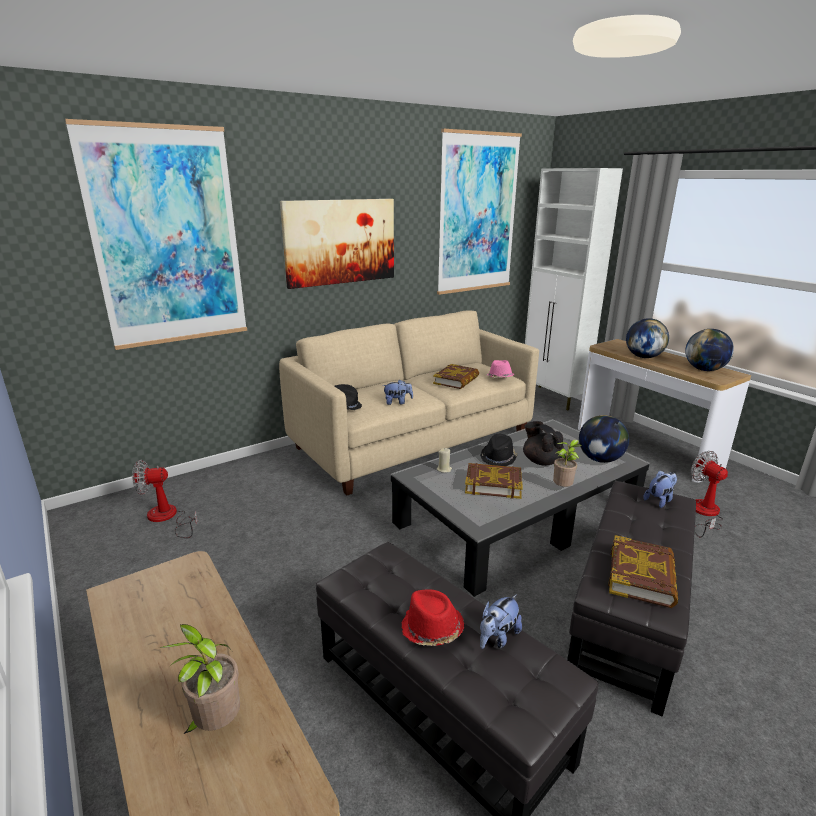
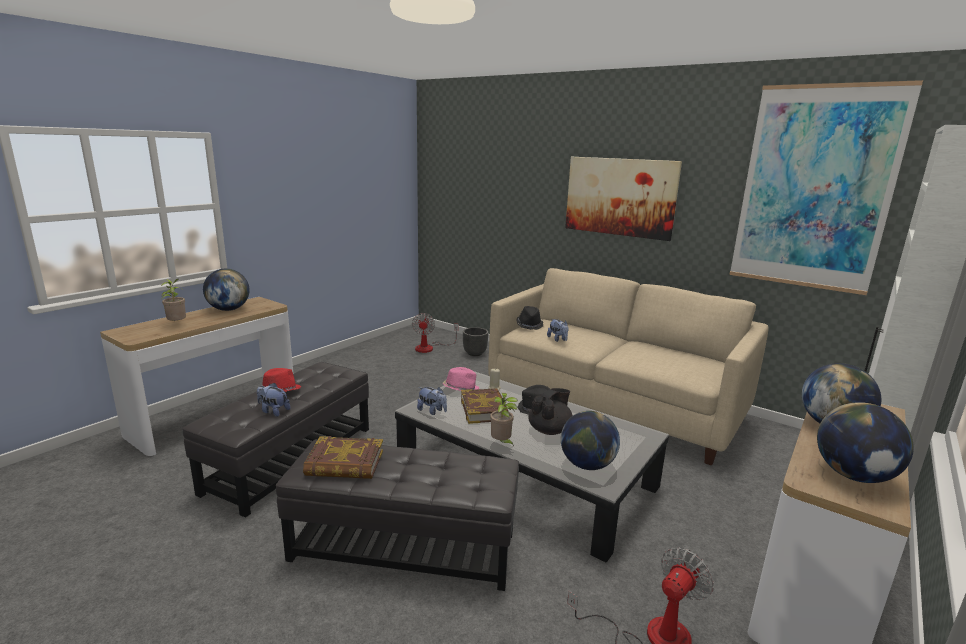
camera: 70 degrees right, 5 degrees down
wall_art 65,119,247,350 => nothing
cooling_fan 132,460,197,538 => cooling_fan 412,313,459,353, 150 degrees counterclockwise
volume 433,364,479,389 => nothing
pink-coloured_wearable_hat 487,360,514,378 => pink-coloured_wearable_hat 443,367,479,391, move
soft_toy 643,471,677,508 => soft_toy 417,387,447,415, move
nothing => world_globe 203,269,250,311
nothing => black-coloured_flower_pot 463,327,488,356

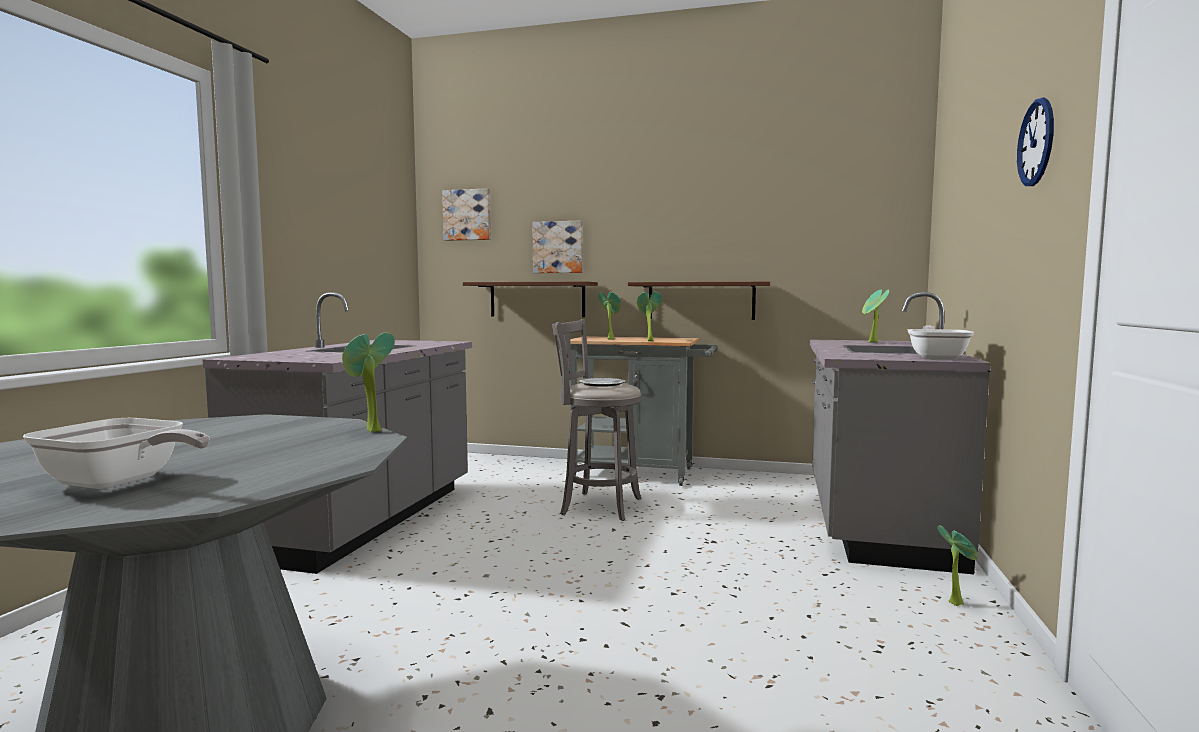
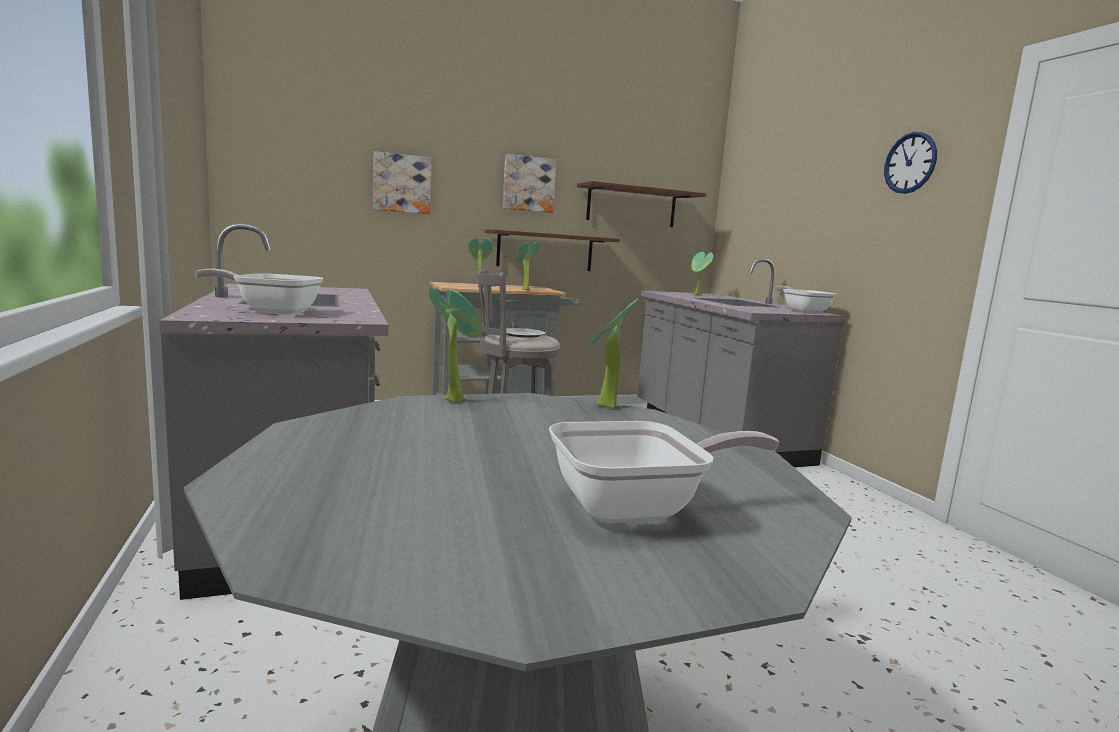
camera: 35 degrees left, 5 degrees up
wall_art 442,188,491,241 => wall_art 503,154,557,213, move
brownish_bracket_shelf 463,281,598,317 => brownish_bracket_shelf 577,181,706,227, move
potted_plant 937,525,978,606 => potted_plant 429,287,481,403, move
nothing => skillet 195,269,323,315

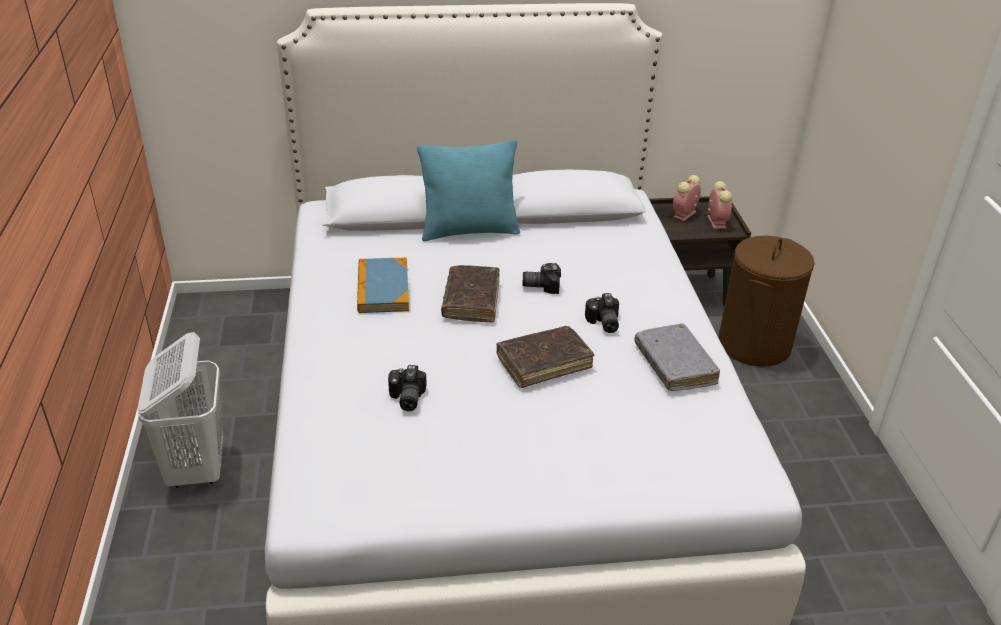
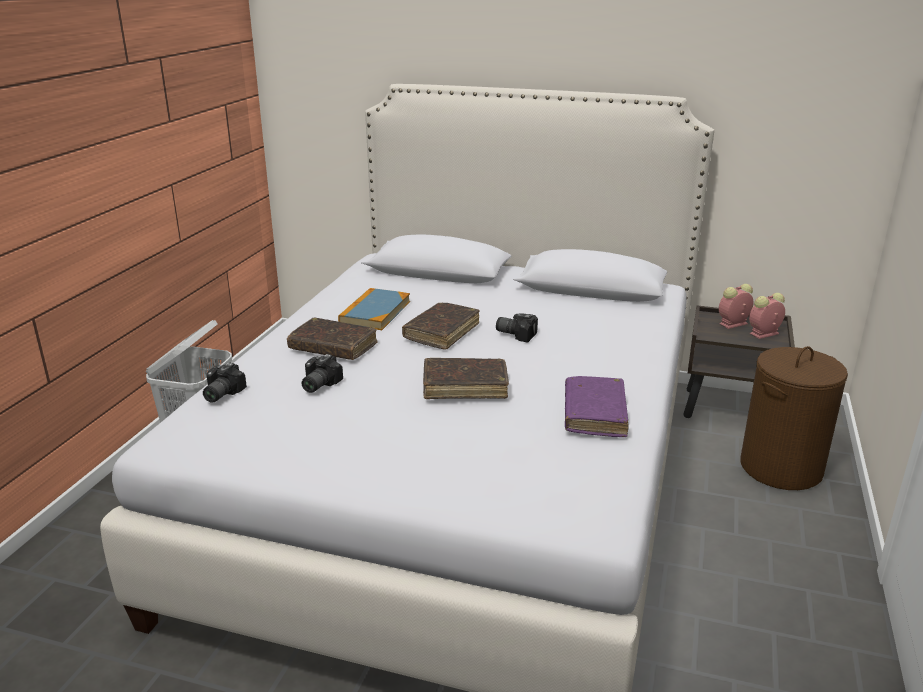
camera: 25 degrees right, 10 degrees down
turquoise-coloured_cushion 417,139,520,241 => nothing
photo_camera 585,293,619,333 => photo_camera 203,362,247,403, move
greyish_volume 634,323,720,391 => purple-coloured_volume 565,376,629,437
bedside_clock 707,181,732,229 => bedside_clock 749,293,785,339, 135 degrees counterclockwise
nothing => brownish_volume 287,317,378,360

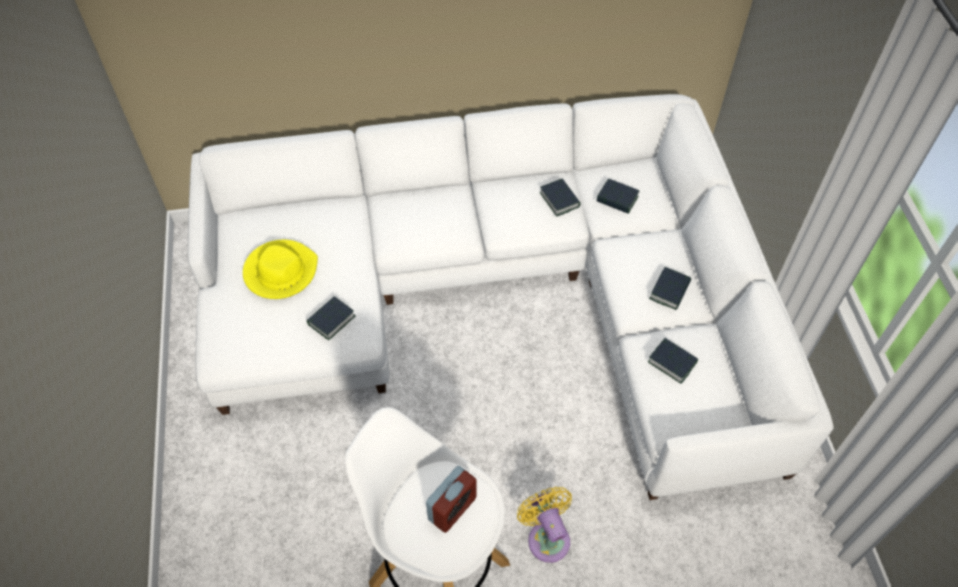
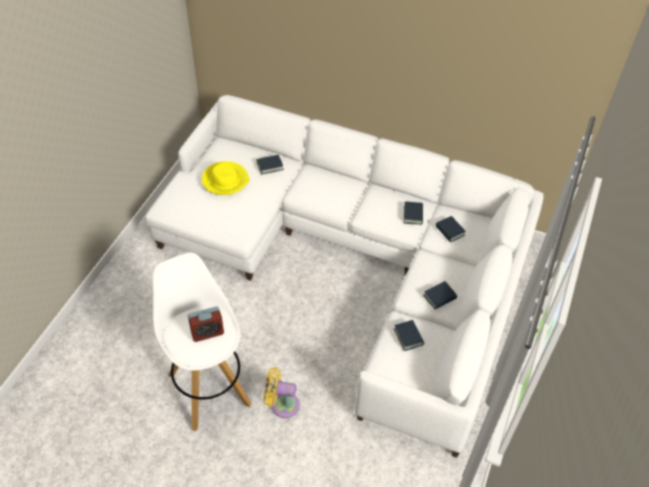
camera: 30 degrees right, 5 degrees down
volume 307,296,356,340 => volume 257,155,284,174, move
yellow-coloured_cooling_fan 517,487,572,563 => yellow-coloured_cooling_fan 263,367,300,418, 90 degrees counterclockwise

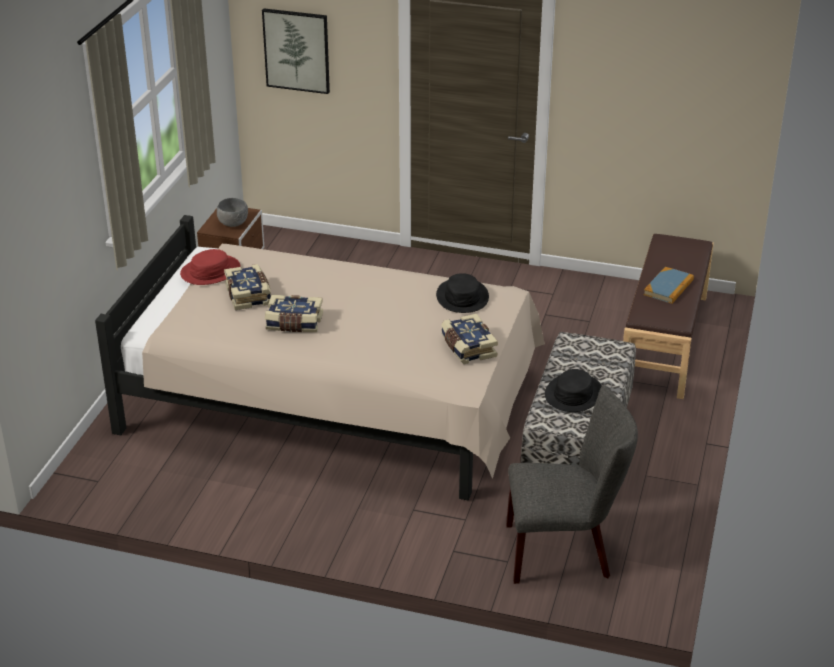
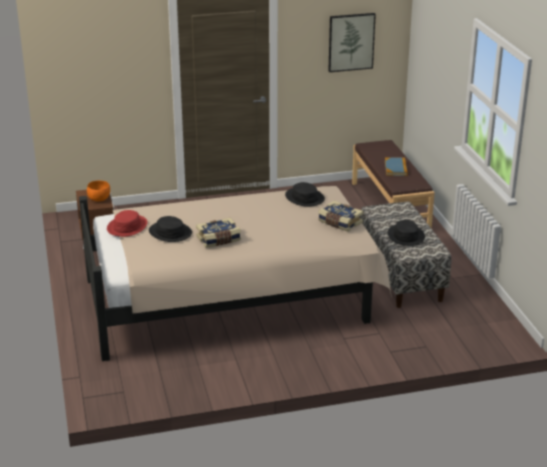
camera: 30 degrees left, 5 degrees down
greyish_deep_dish 217,198,248,227 => orangey_deep_dish 87,181,110,202
volume 224,264,271,310 => black-coloured_wearable_hat 149,216,192,242
wall_art 262,9,330,94 => wall_art 328,13,376,72, move
greyish_upright_chair 506,385,638,584 => nothing

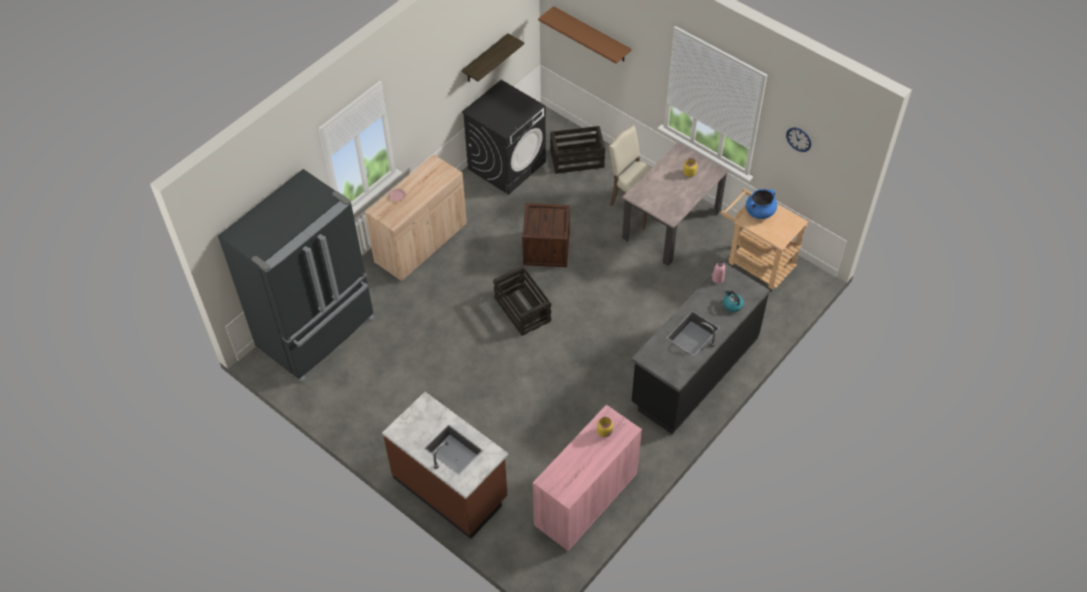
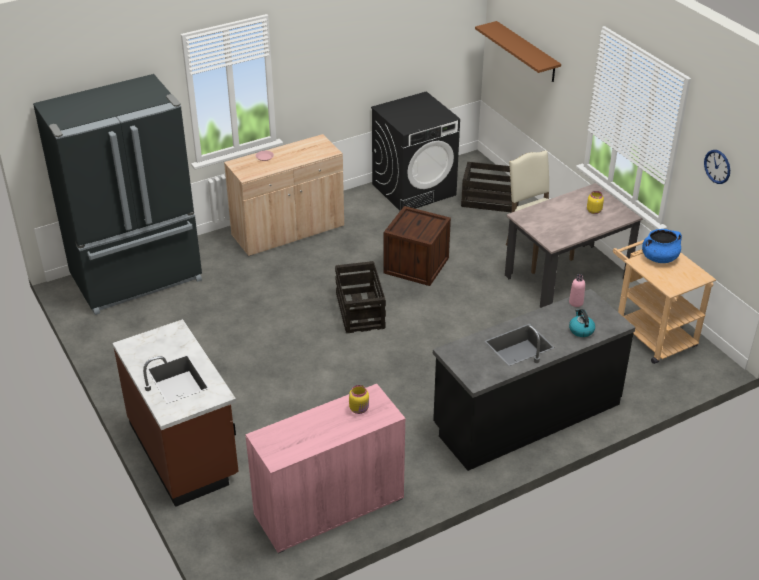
camera: 20 degrees right, 15 degrees down
bracket_shelf 462,33,524,82 => nothing

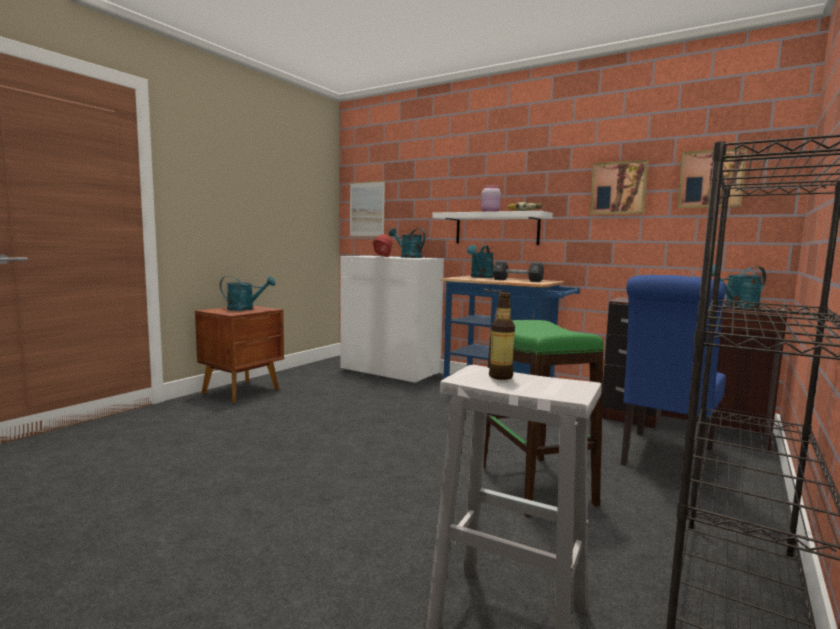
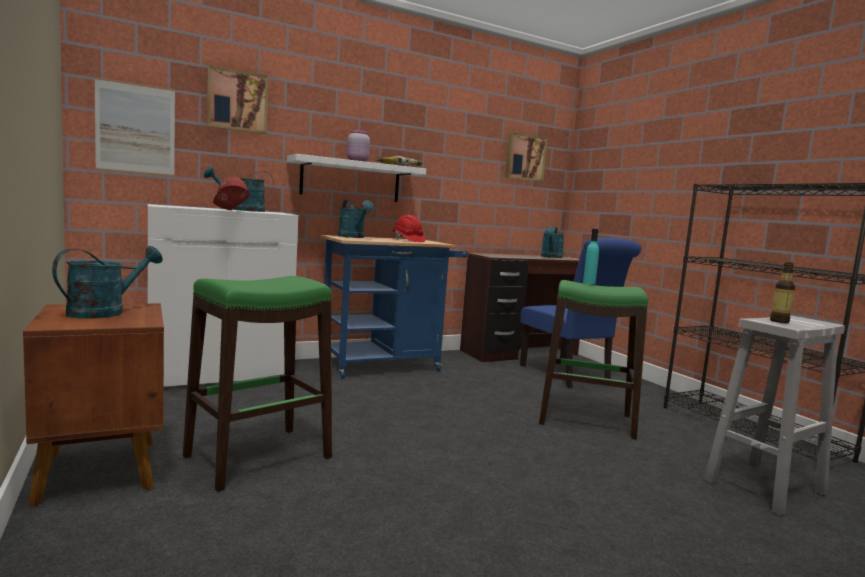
camera: 60 degrees left, 0 degrees up
black-coloured_dumbbell 493,262,544,282 => reddish_hard_hat 393,215,425,242
wall_art 590,160,648,215 => wall_art 206,65,268,134, move
nothing => greenish_stool 183,276,332,492
nothing => turquoise-coloured_beverage_bottle 583,229,599,285

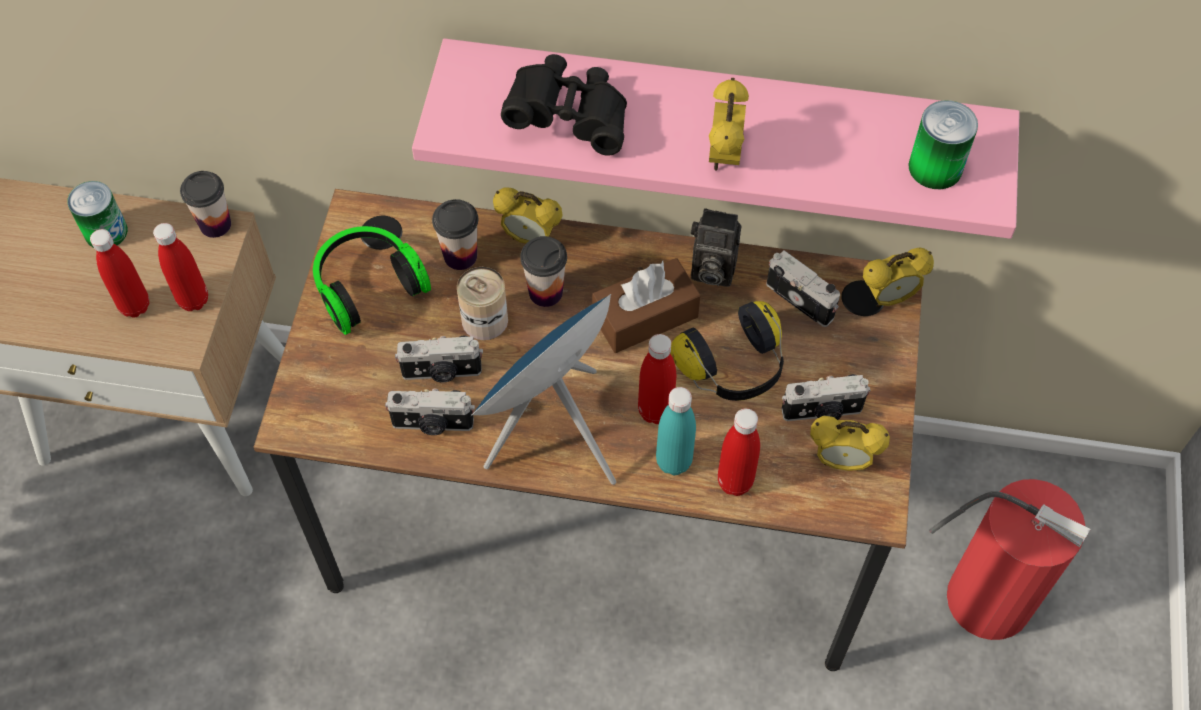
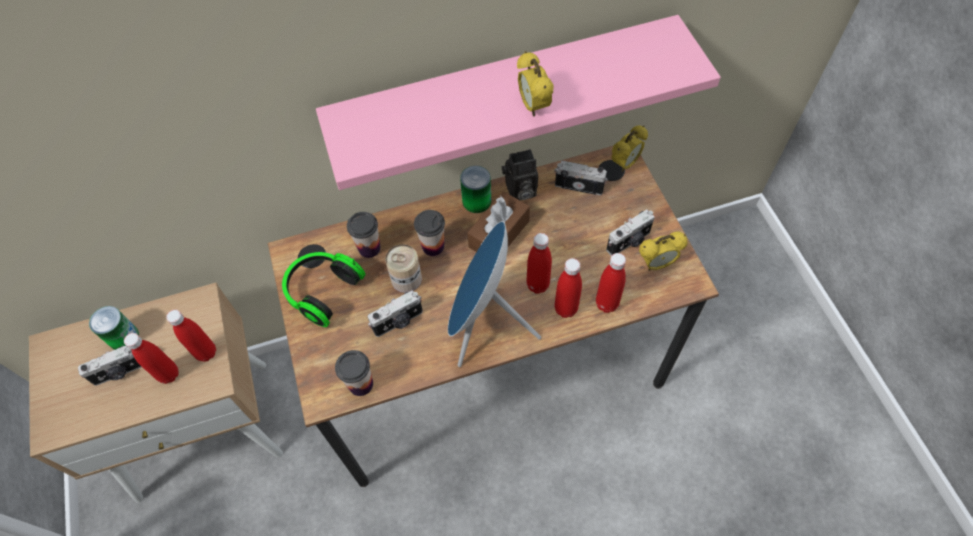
camera: 25 degrees left, 0 degrees up
cup 180,171,231,238 => cup 335,350,373,396, move
photo_camera 385,389,475,435 => photo_camera 78,346,141,386, move
bedside_clock 493,187,563,244 => nothing
black-coloured_field_glasses 501,54,627,156 => nothing
turquoise-coloured_beverage_bottle 656,387,696,475 => reddish_beverage_bottle 555,258,582,318
headset 670,301,784,401 => nothing
can 908,100,978,189 => can 460,166,491,213, move
extinguisher 929,479,1091,640 => nothing

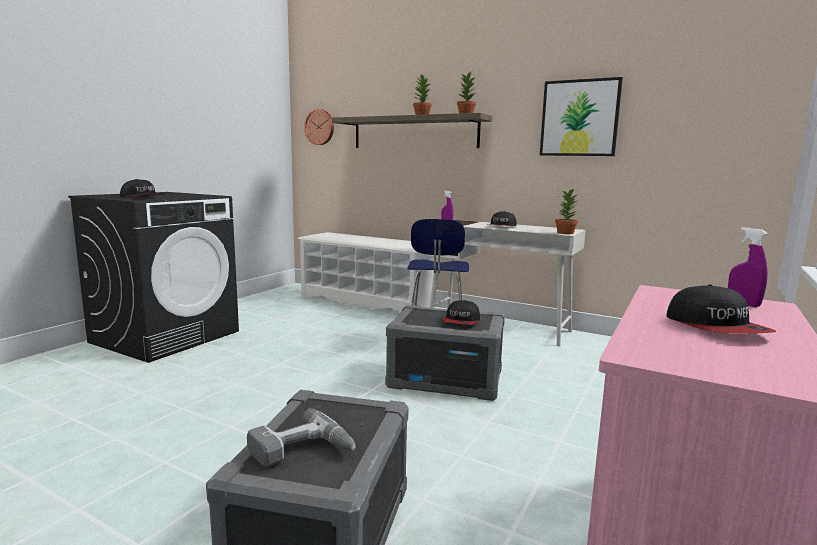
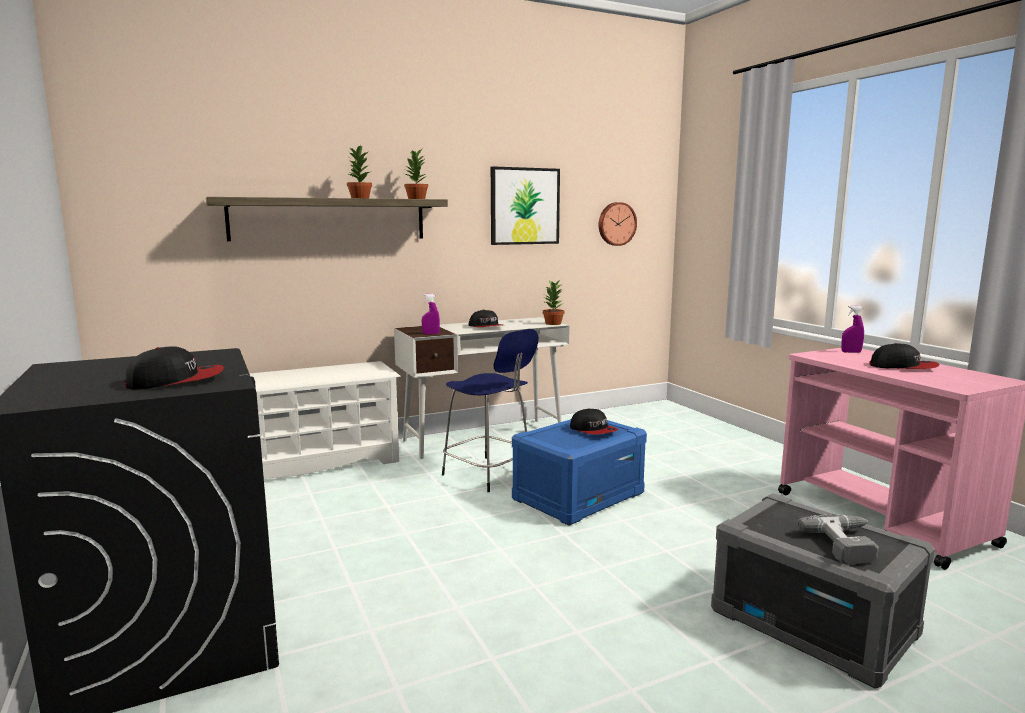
camera: 55 degrees left, 0 degrees up
hanging_clock 304,109,334,145 => hanging_clock 599,202,637,246, move
greyish_storage_box 385,305,505,401 => blue_storage_box 512,419,647,526

